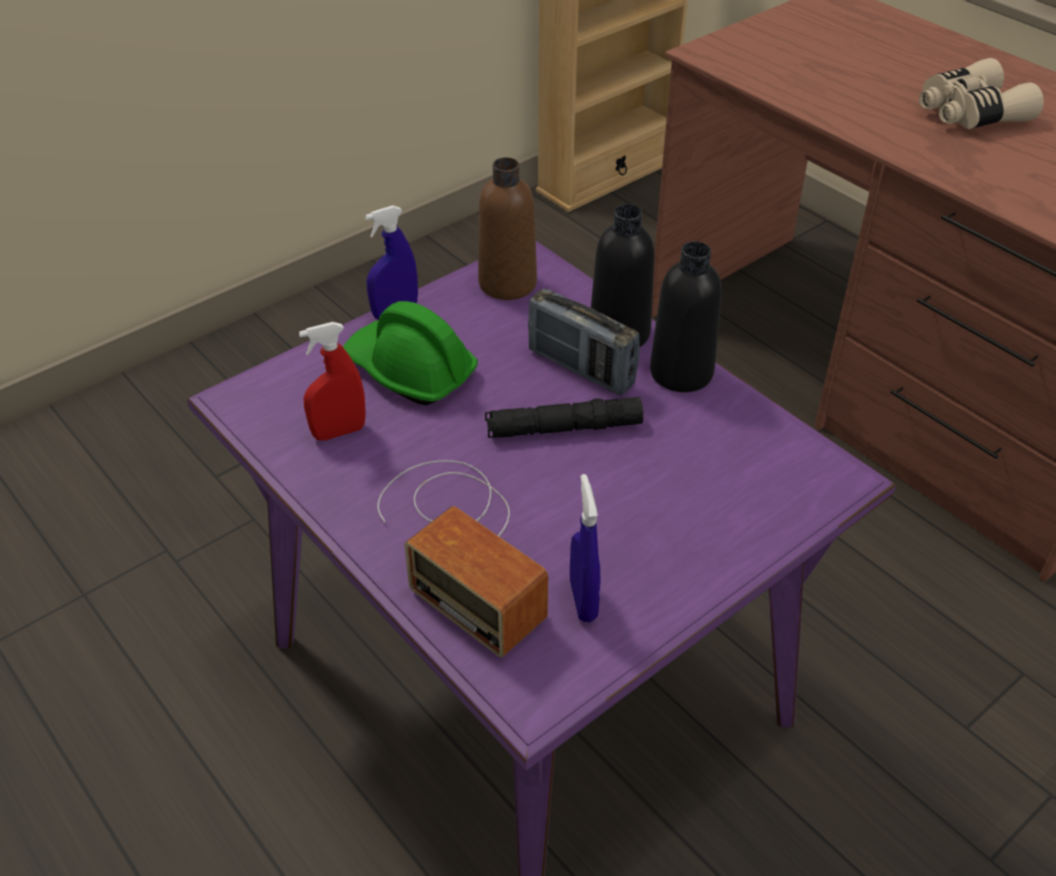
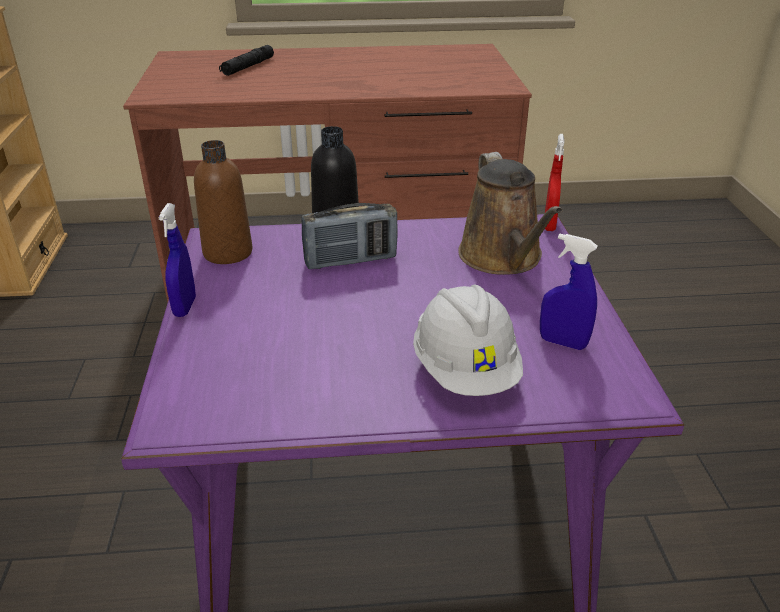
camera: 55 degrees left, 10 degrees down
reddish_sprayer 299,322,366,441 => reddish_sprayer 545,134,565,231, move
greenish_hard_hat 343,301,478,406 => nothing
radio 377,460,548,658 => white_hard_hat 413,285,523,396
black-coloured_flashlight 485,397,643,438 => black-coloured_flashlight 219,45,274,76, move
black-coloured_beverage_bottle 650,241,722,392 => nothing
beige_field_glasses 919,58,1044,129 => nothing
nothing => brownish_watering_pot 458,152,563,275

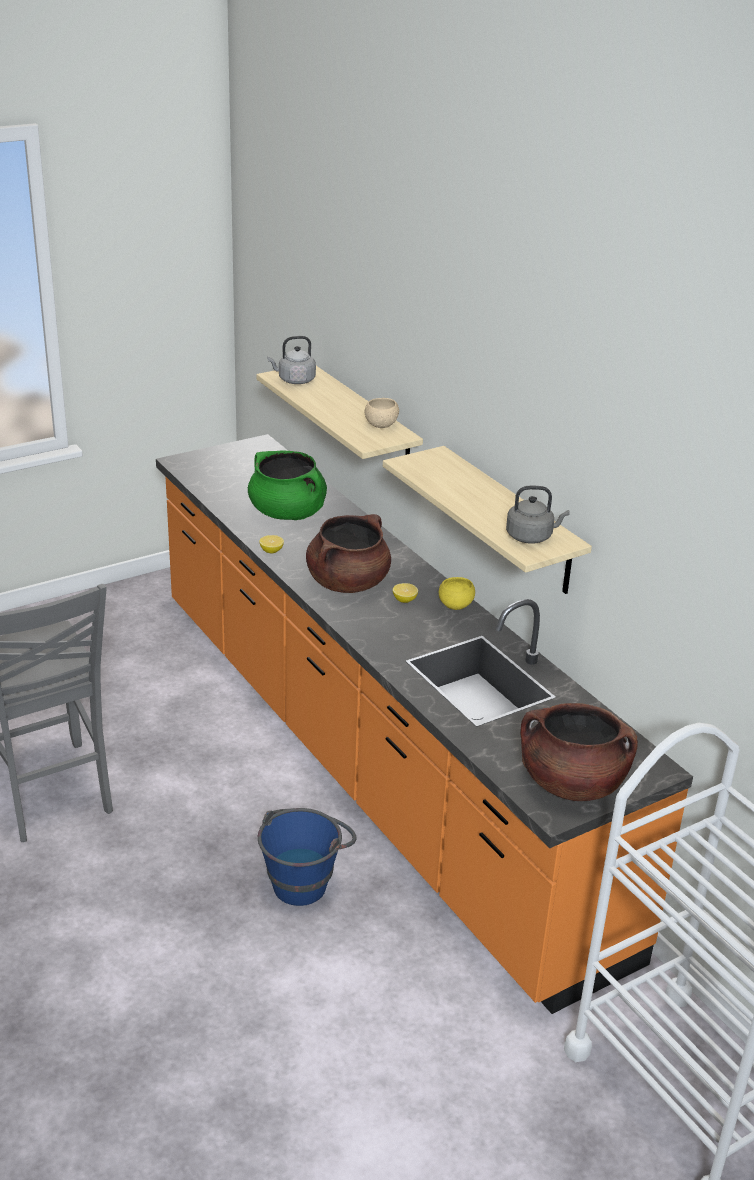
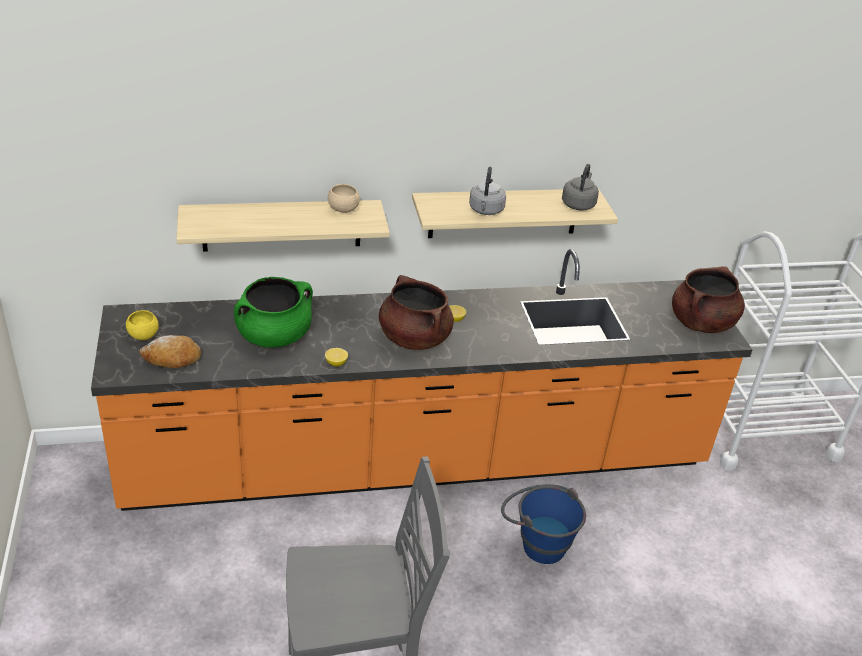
camera: 70 degrees left, 5 degrees up
greyish_tea_kettle 267,336,316,384 => greyish_tea_kettle 469,167,506,215, move
yellow-coloured_deep_dish 439,577,475,610 => yellow-coloured_deep_dish 126,310,159,340, move
nothing => bread 140,335,201,368

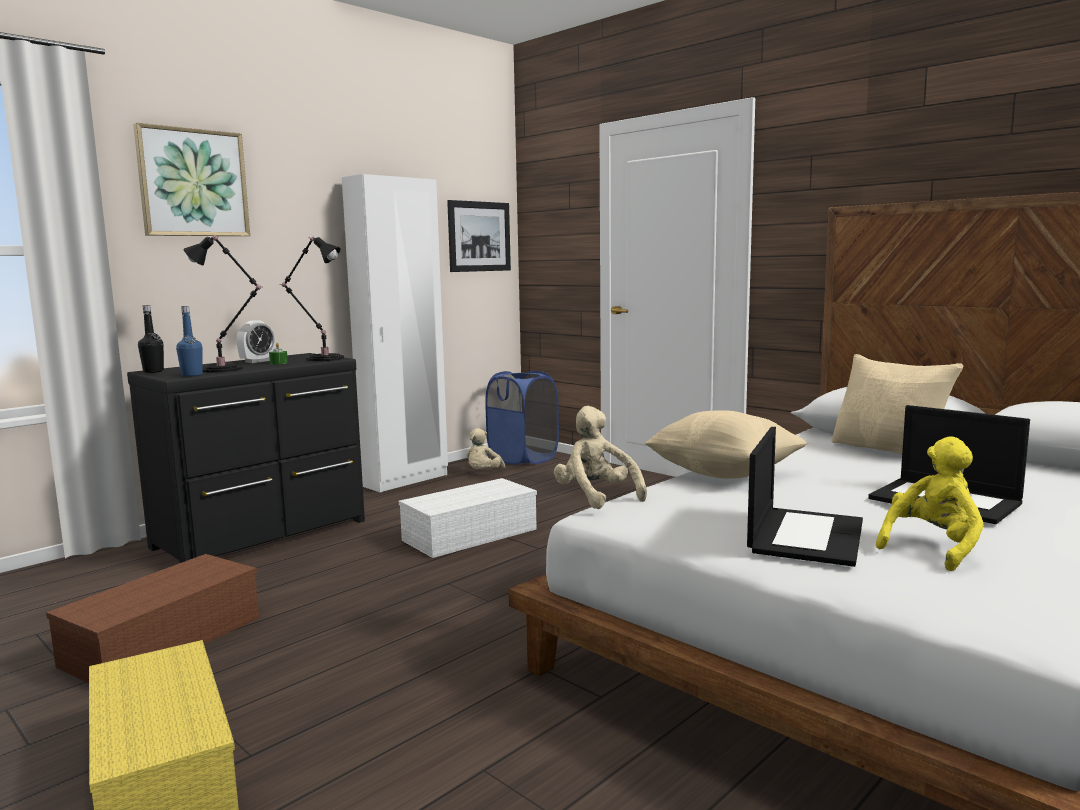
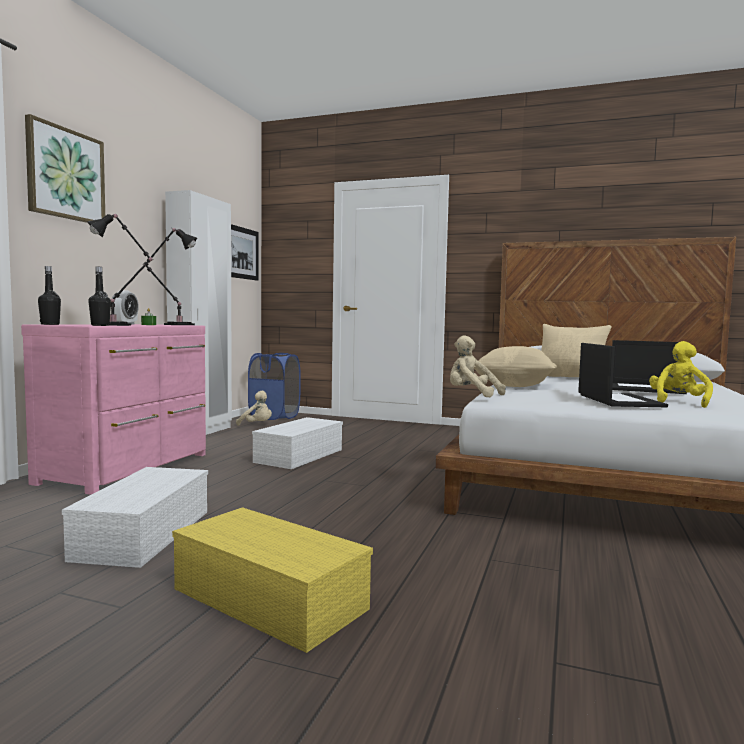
camera: 25 degrees left, 5 degrees down
brownish_storage_box 46,554,259,683 => white_storage_box 62,467,208,568
black-coloured_dresser 127,353,365,563 => pink-coloured_dresser 21,324,206,495
blue_beverage_bottle 176,306,203,377 => black-coloured_beverage_bottle 88,267,111,326
beige_soft_toy 466,428,505,469 => beige_soft_toy 236,391,272,426, 60 degrees counterclockwise

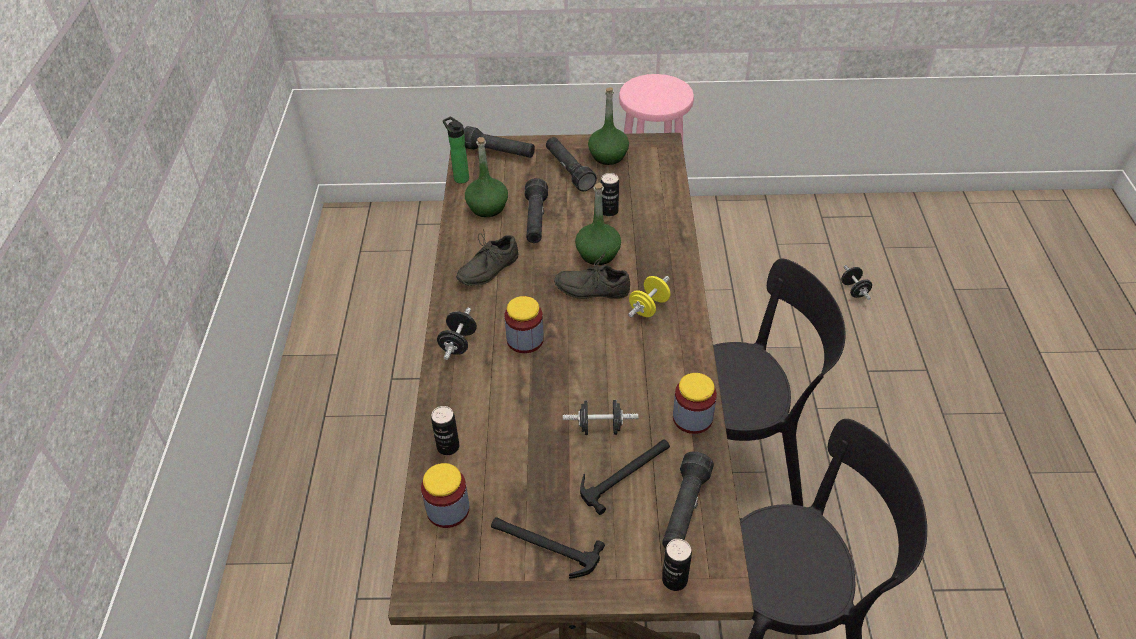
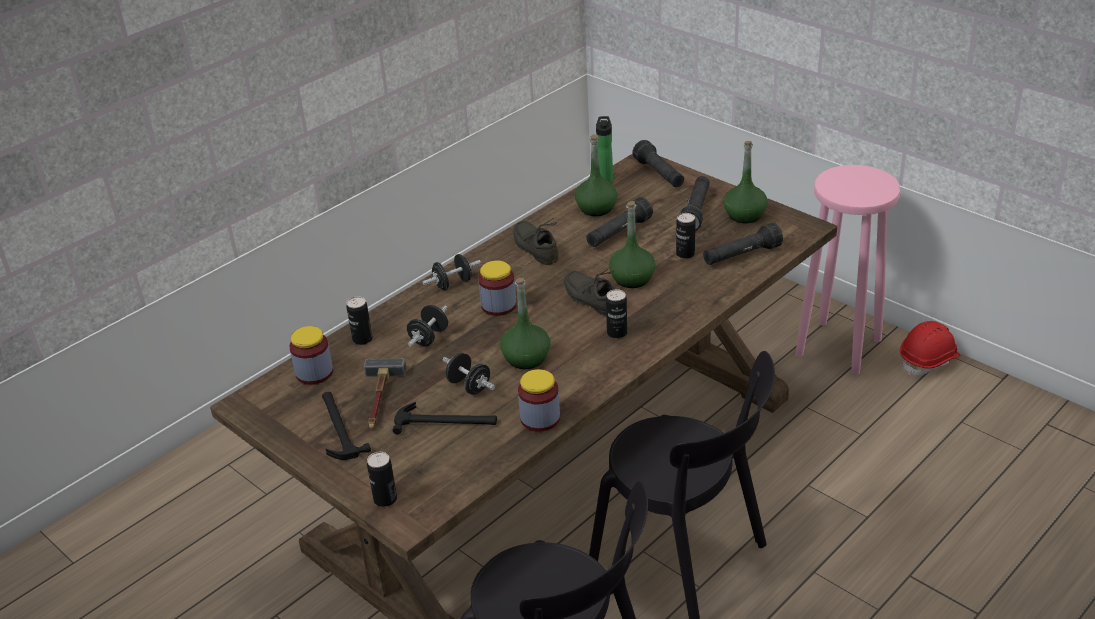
camera: 45 degrees right, 10 degrees down
greyish_low_shoe 456,229,518,286 => greyish_low_shoe 513,218,558,265, 60 degrees clockwise
yellow-coloured_dumbbell 628,276,670,317 => can 606,289,627,338
black-coloured_flashlight 662,452,714,548 => black-coloured_flashlight 703,223,783,265, move
black-coloured_dumbbell 841,265,872,300 => black-coloured_dumbbell 407,305,448,347, move
nothing => tool_hammer 364,358,406,429
nothing => greenish_beverage_bottle 500,278,550,369
nothing => reddish_hard_hat 900,321,961,376

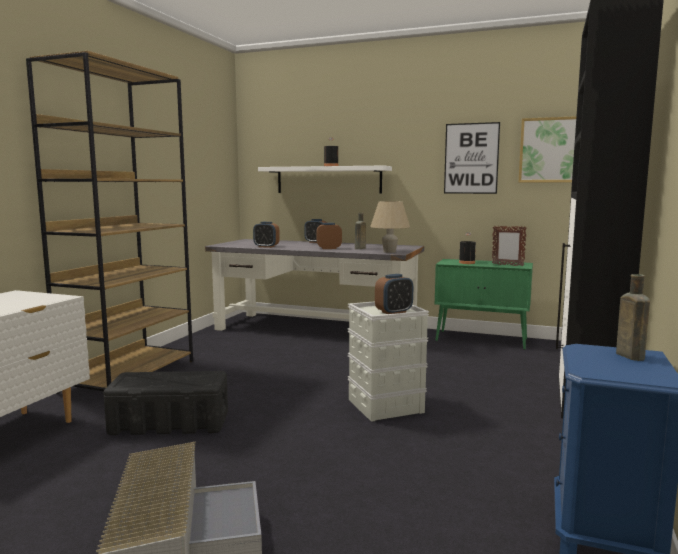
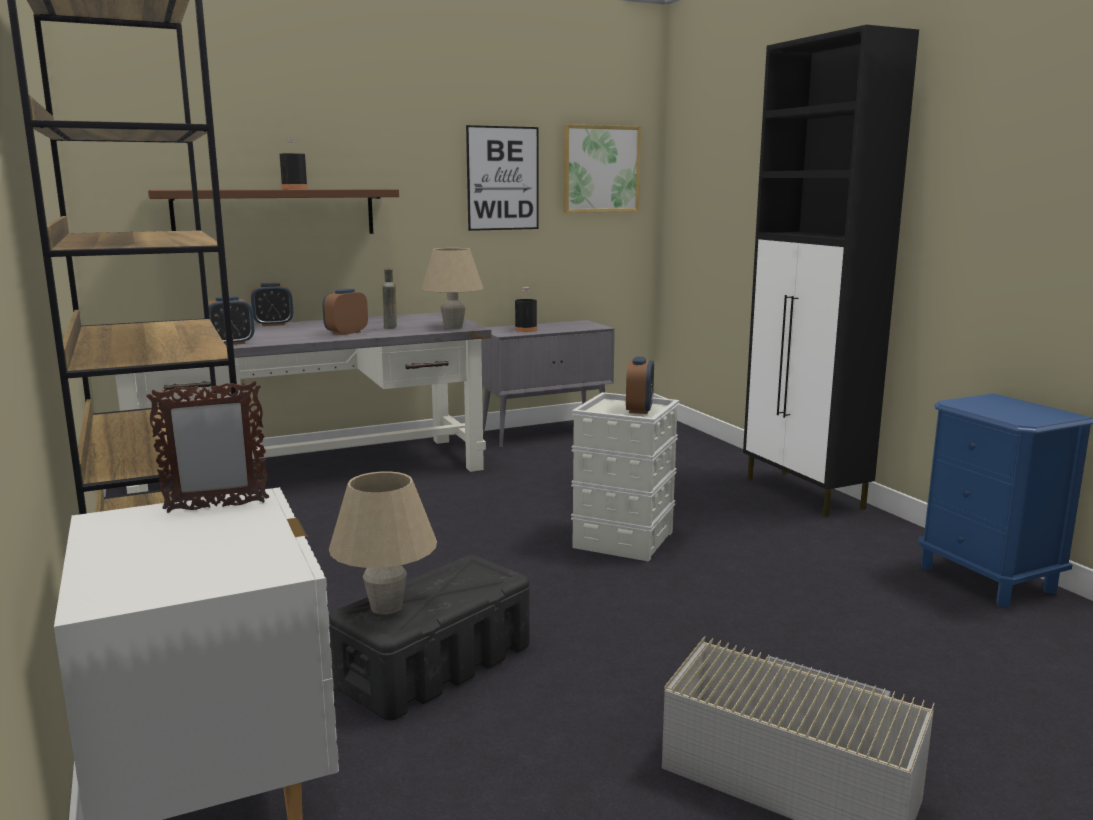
camera: 45 degrees left, 5 degrees up
white_bracket_shelf 258,166,392,194 => brownish_bracket_shelf 148,189,399,234
greenish_storage_cabinet 435,259,533,350 => greyish_storage_cabinet 481,320,615,448
picture_frame 492,226,527,266 => picture_frame 146,381,269,513, move
brownish_beverage_bottle 616,274,650,361 => nothing
nothing => beige_lamp_for_a_table 329,471,437,615

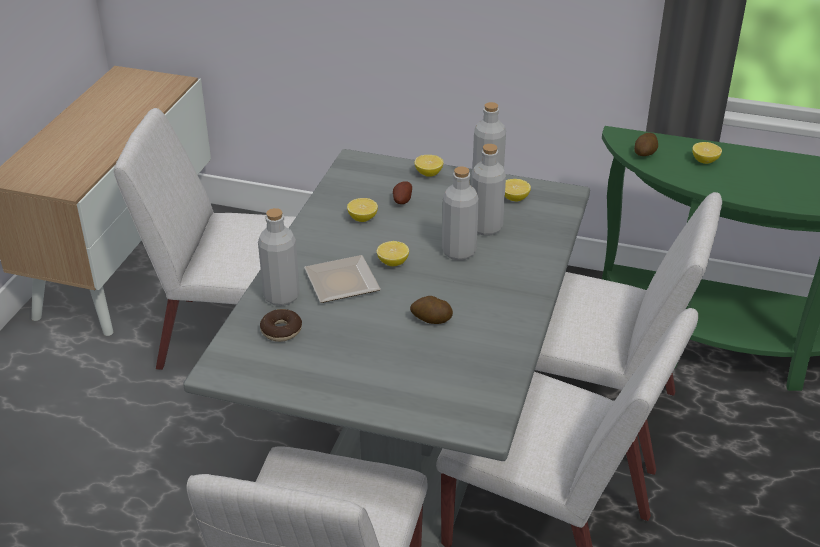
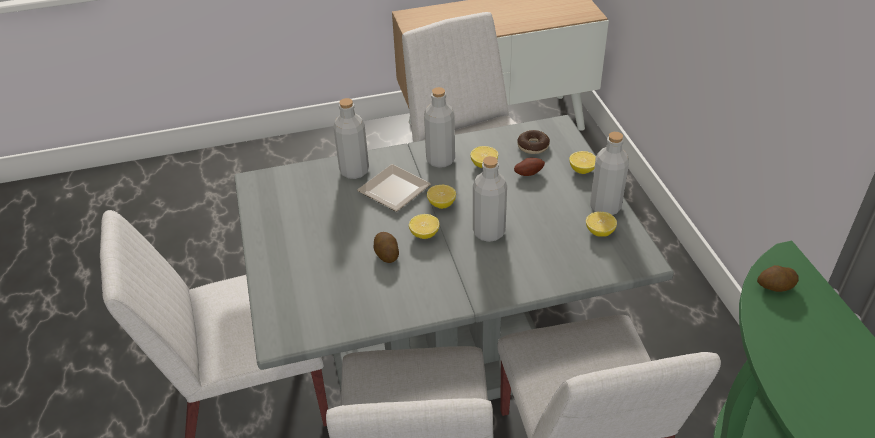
camera: 60 degrees right, 5 degrees up
donut 260,309,302,342 => donut 517,130,550,154, move
greyish_beverage_bottle 471,144,506,236 => greyish_beverage_bottle 424,87,455,168, move
citrus_fruit 692,142,722,164 => citrus_fruit 409,214,440,239, move

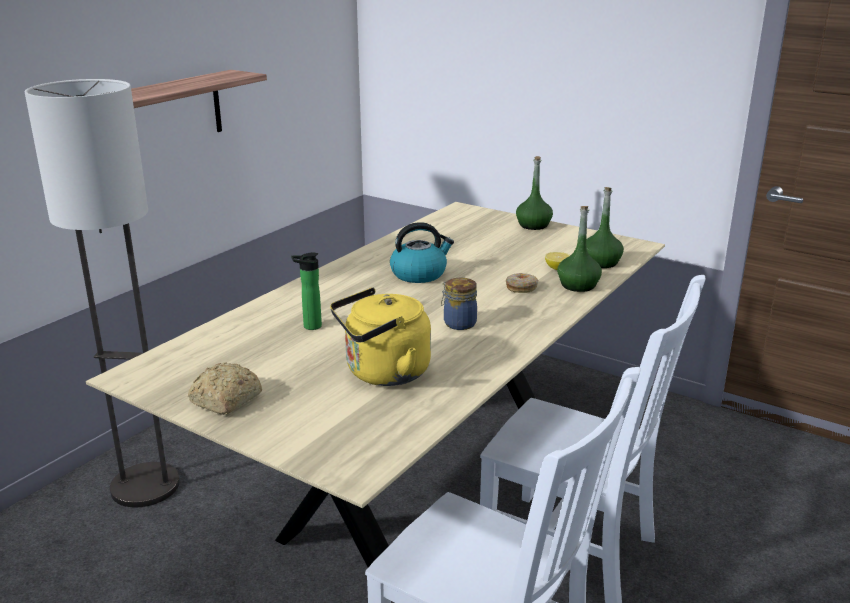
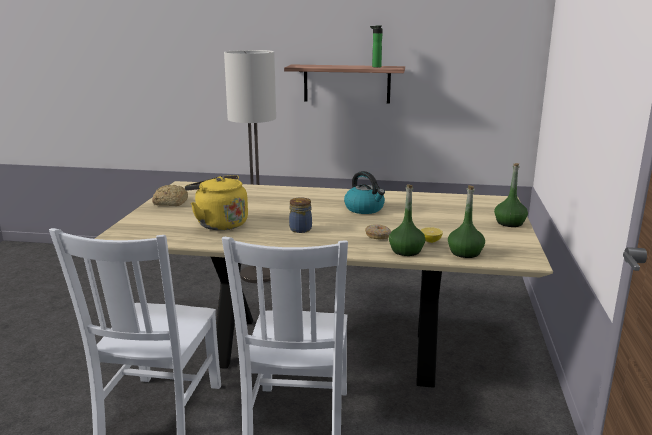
camera: 65 degrees right, 5 degrees down
beverage_bottle 291,252,322,330 => beverage_bottle 370,25,383,68, move

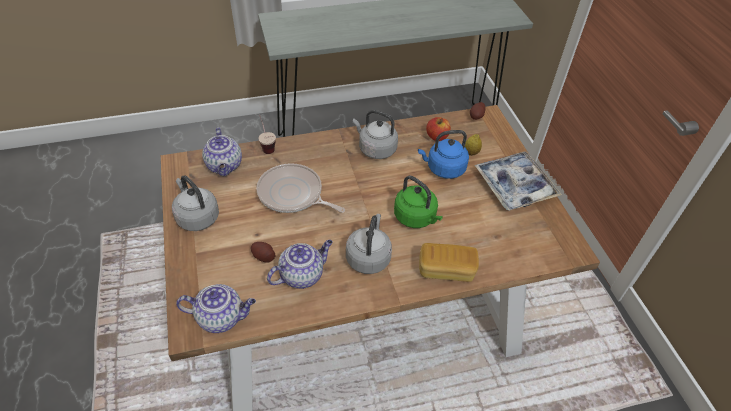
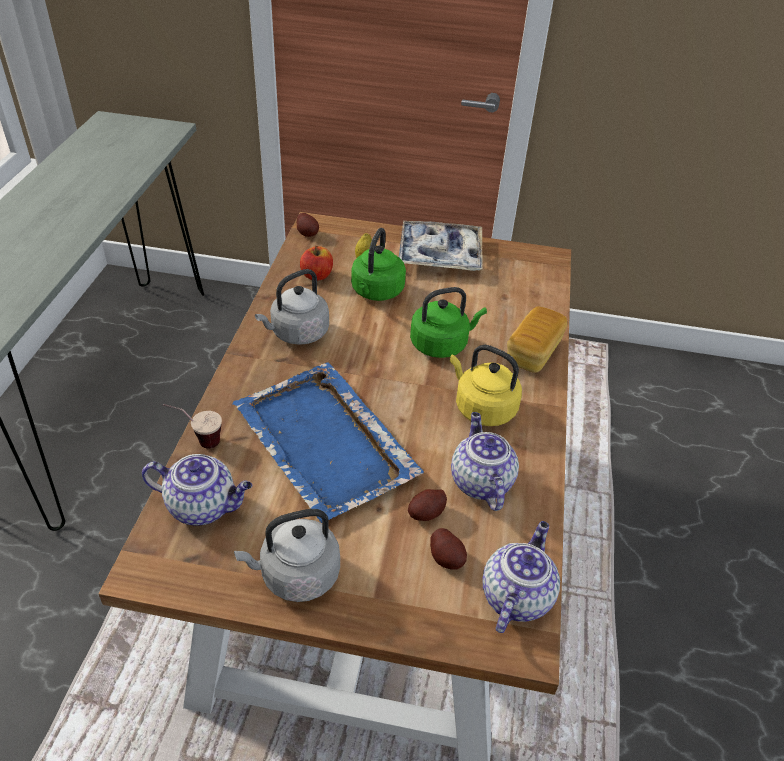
camera: 65 degrees left, 5 degrees down
skillet 257,163,345,213 => blue_tray 233,362,424,523
greyish_tea_kettle 346,214,392,274 => yellow-coloured_tea_kettle 450,345,522,426
blue_tea_kettle 418,130,469,179 => greenish_tea_kettle 351,228,406,301
nothing => potato 430,528,467,570

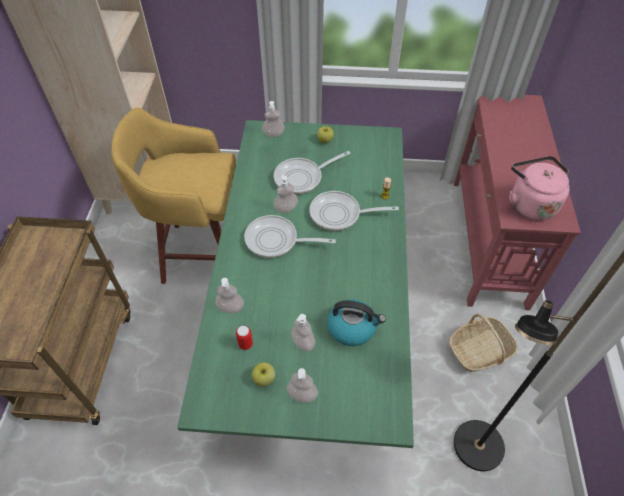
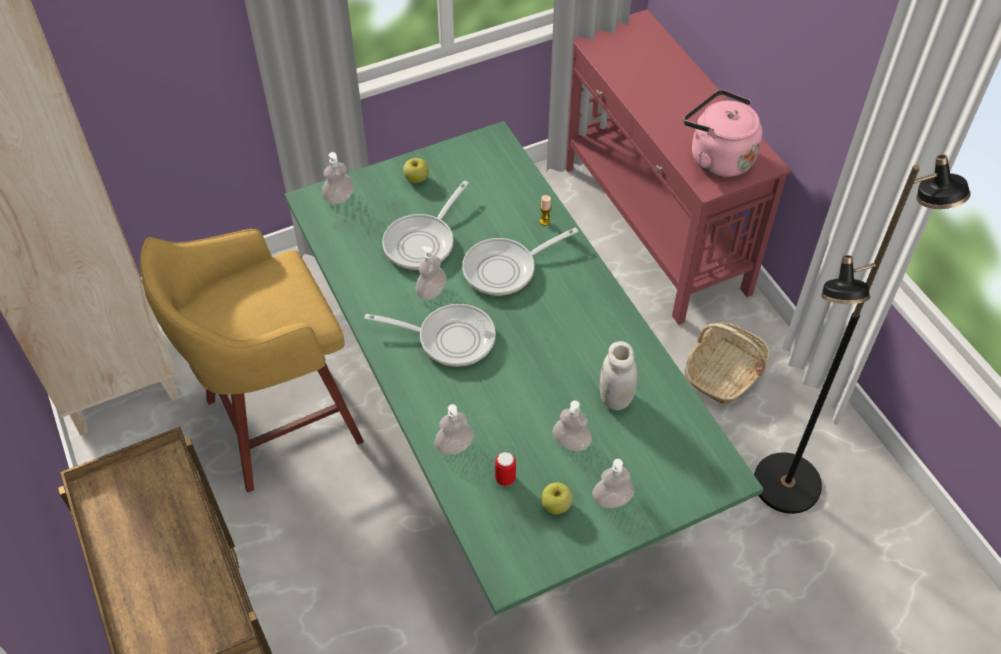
camera: 30 degrees left, 0 degrees up
skillet 244,215,336,258 => skillet 364,304,496,367, 150 degrees counterclockwise
tea_kettle 327,299,386,346 => white_storage_jar 600,341,637,410

